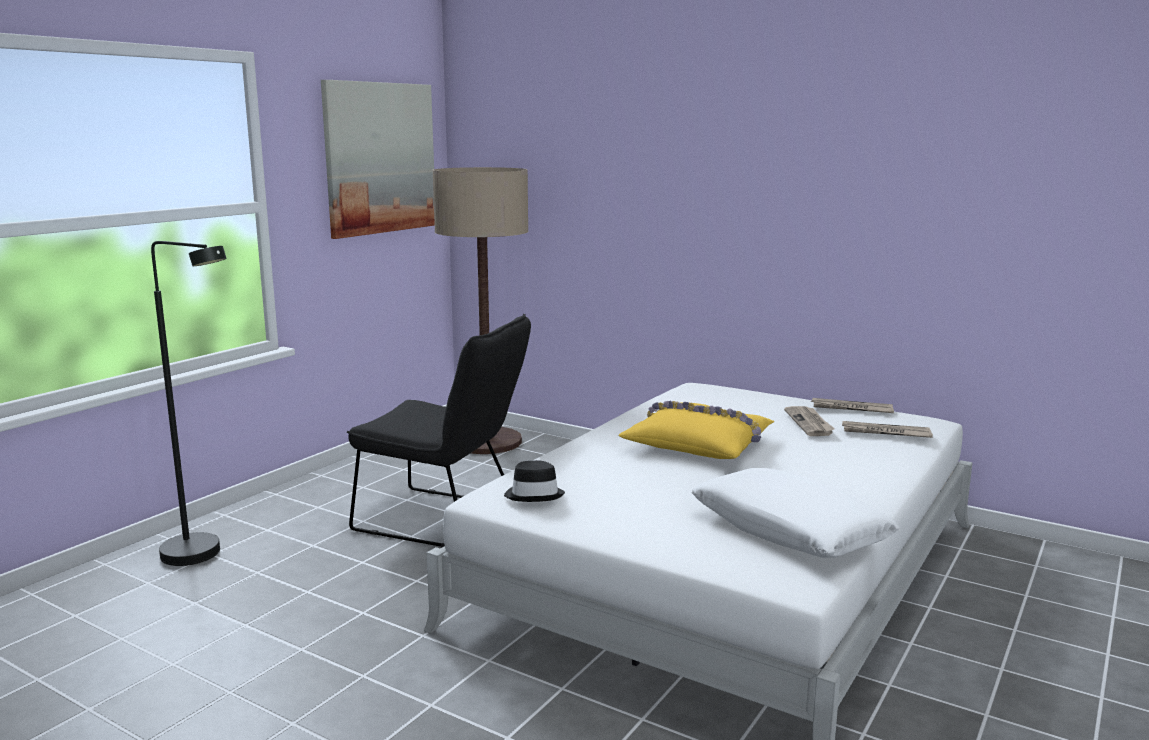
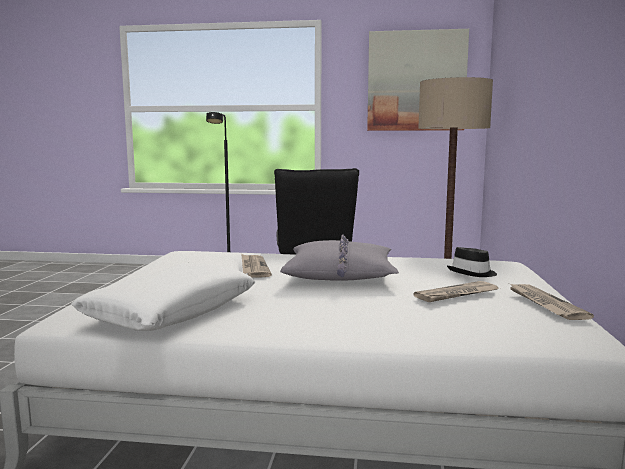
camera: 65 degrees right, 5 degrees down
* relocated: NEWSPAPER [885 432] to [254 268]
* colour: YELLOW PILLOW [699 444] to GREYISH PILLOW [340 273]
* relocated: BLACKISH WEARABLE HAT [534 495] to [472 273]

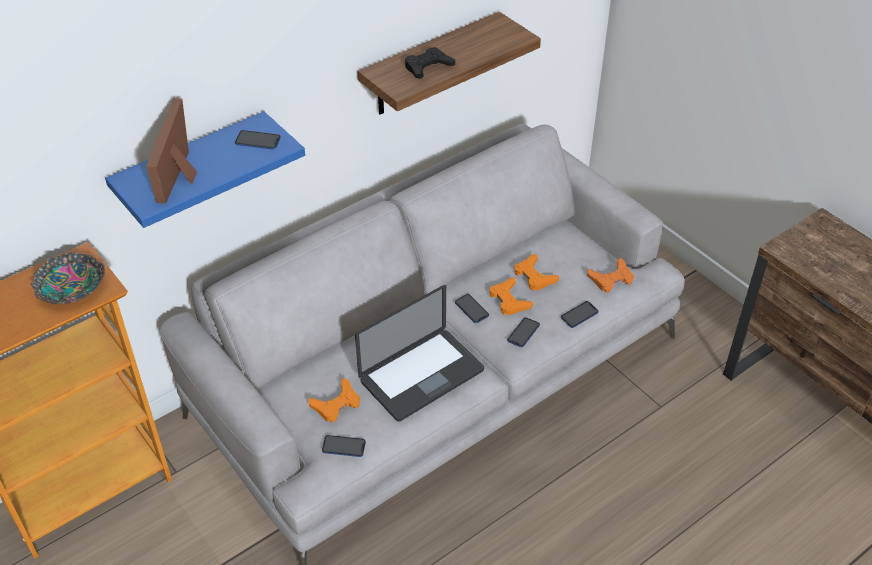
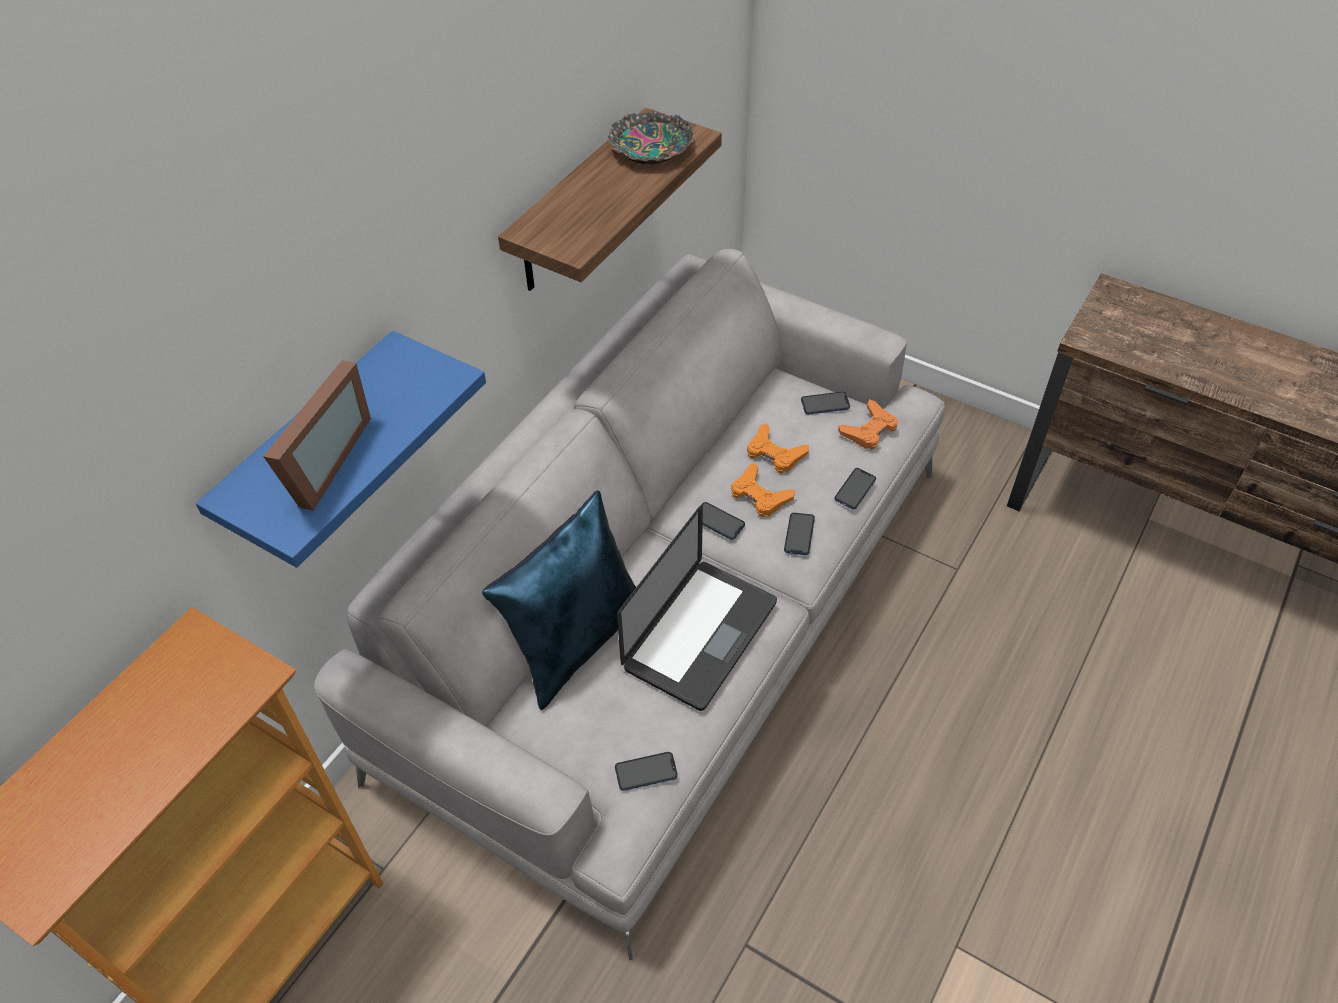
camera: 20 degrees left, 5 degrees up
* spun: PHOTO FRAME [182 174] = [320 464] 150 degrees counterclockwise
* appeared: BLUISH PILLOW [577 641]
* relocated: DEEP DISH [70 286] to [650 149]
* relocated: PHONE [258 141] to [825 404]
* missing: ORANGE-COLOURED JOYPAD [336 404]
* missing: BLACKISH JOYPAD [428 67]

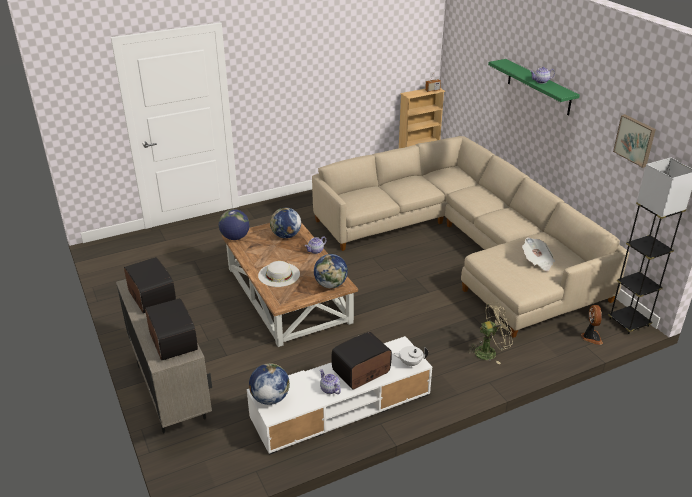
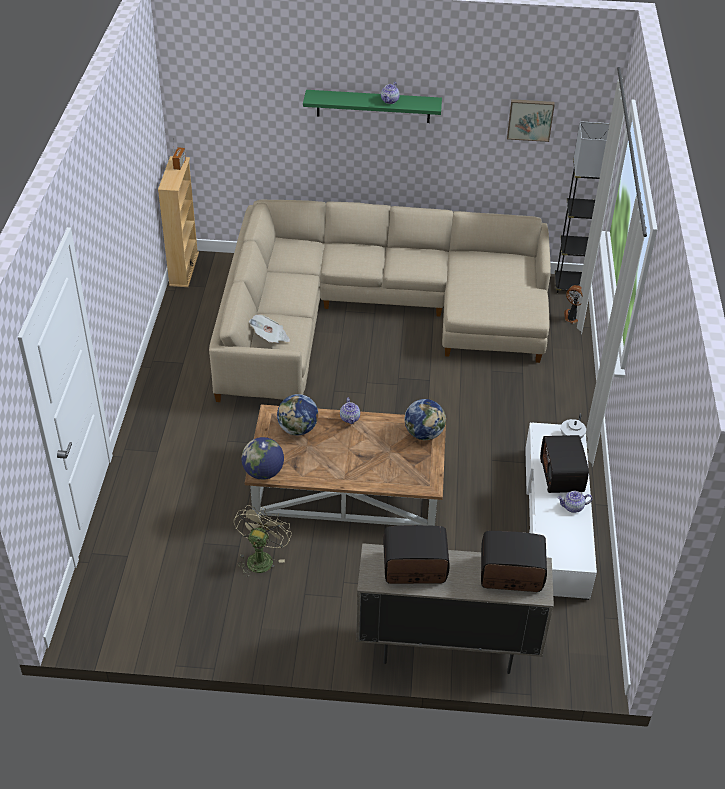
camera: 60 degrees left, 10 degrees up
* relocated: SAND-COLOURED ELECTRIC FAN [489 352] to [261 557]
* relocated: NEWSPAPER [537 262] to [270 338]
* missing: WORLD GLOBE [270 398]
* missing: WHITE-COLOURED WEARABLE HAT [279 274]

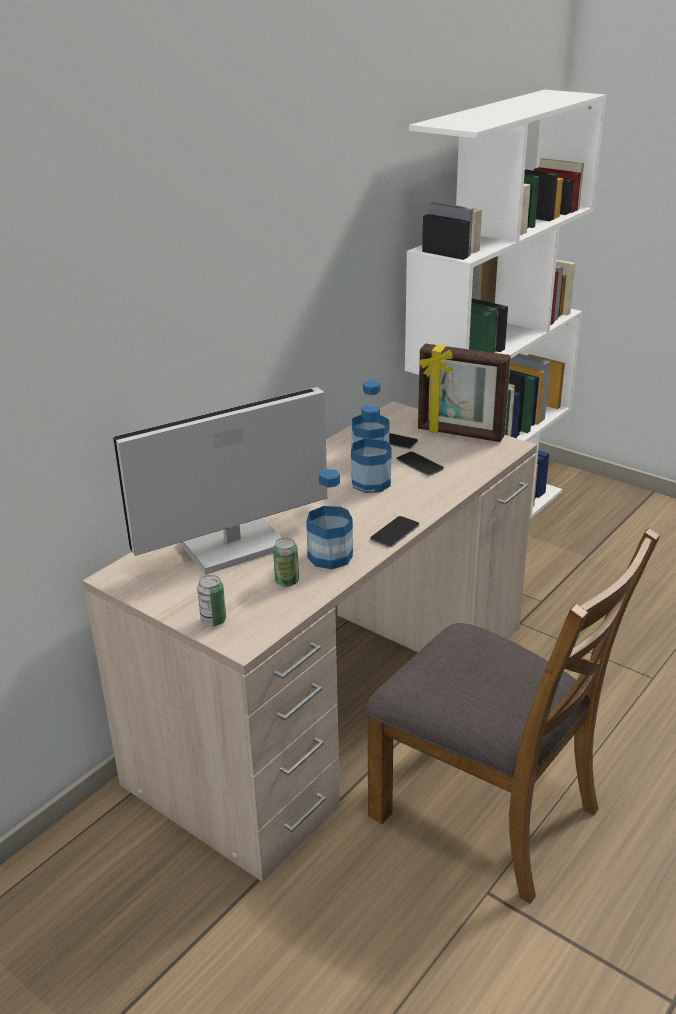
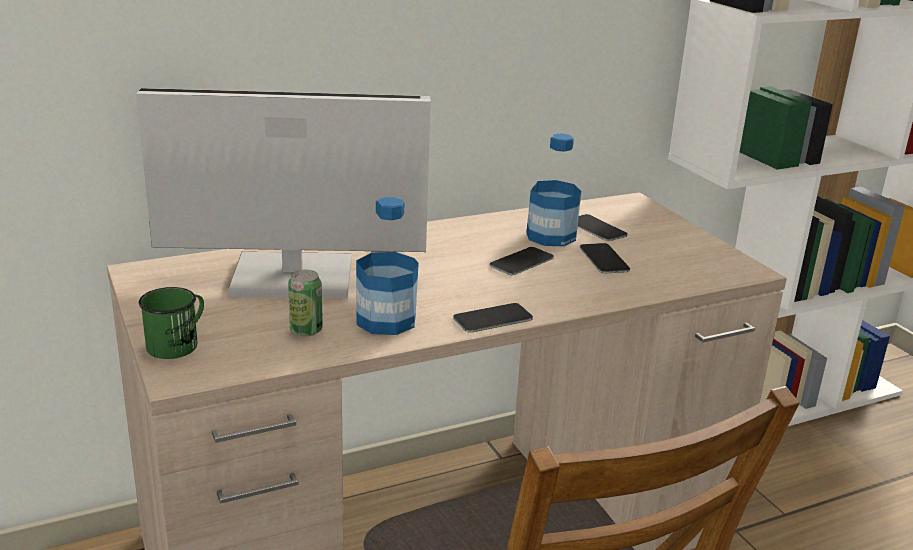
camera: 25 degrees right, 5 degrees down
* exchanged: METAL CAN [213 620] to GREEN-COLOURED TEA MUG [178 343]
* exchanged: BOTTLE [371 483] to PHONE [521 262]
* missing: PHOTO FRAME [460 434]

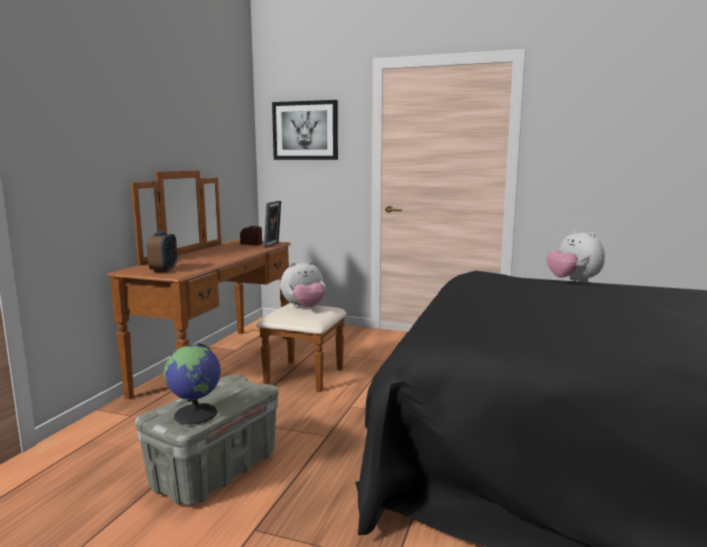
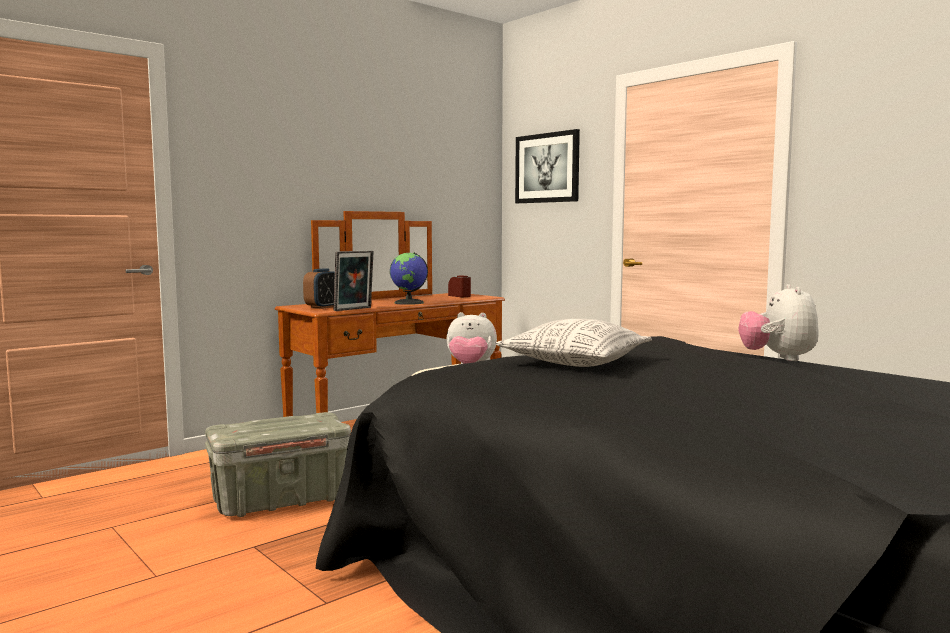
camera: 30 degrees right, 5 degrees down
* relocated: PHOTO FRAME [273 245] to [354 309]
* relocated: WORLD GLOBE [196 414] to [409 303]
* appeared: PILLOW [575 363]

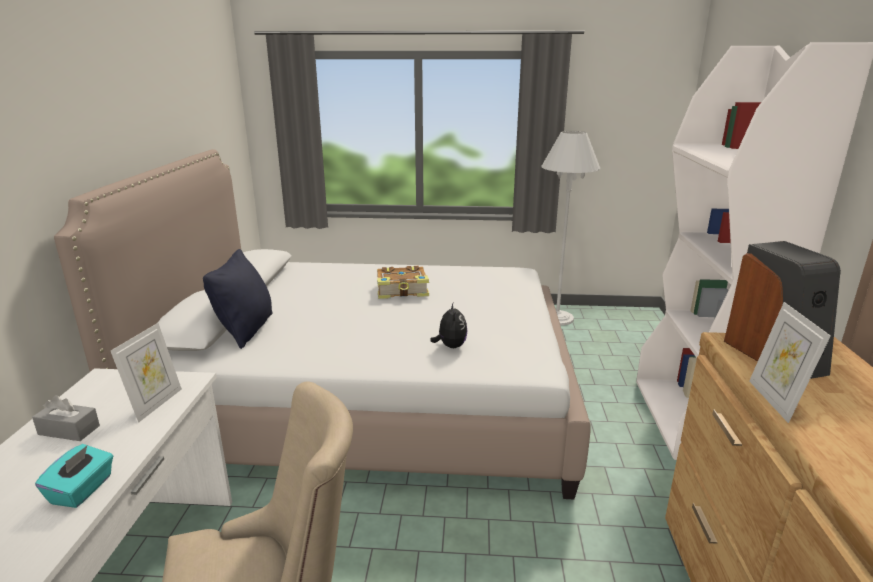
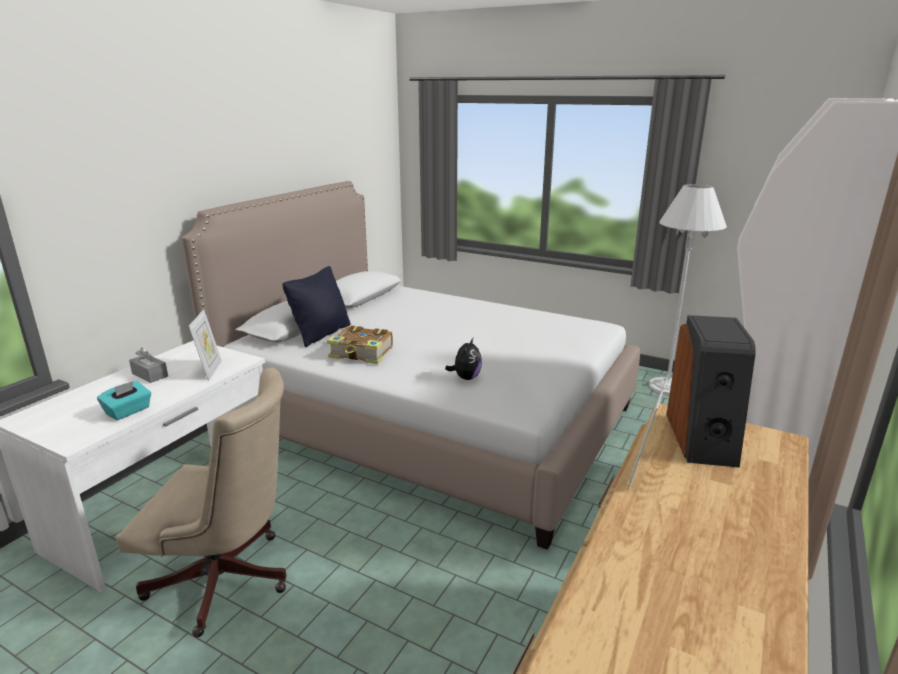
camera: 25 degrees right, 0 degrees up
* spun: PHOTO FRAME [155 404] = [210 370] 45 degrees counterclockwise
* relocated: BOOK [403 291] to [362 353]

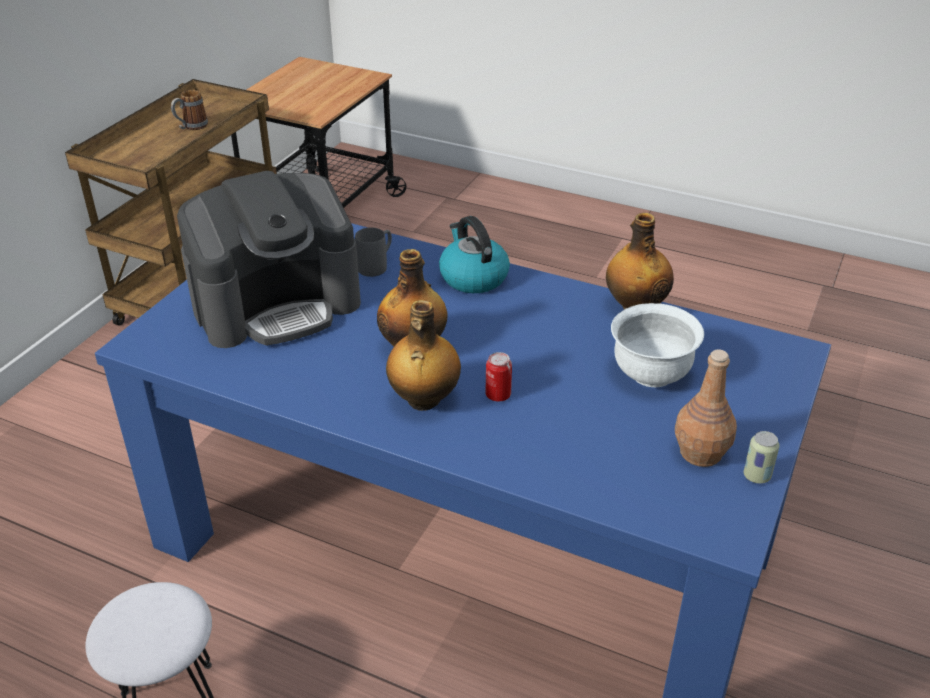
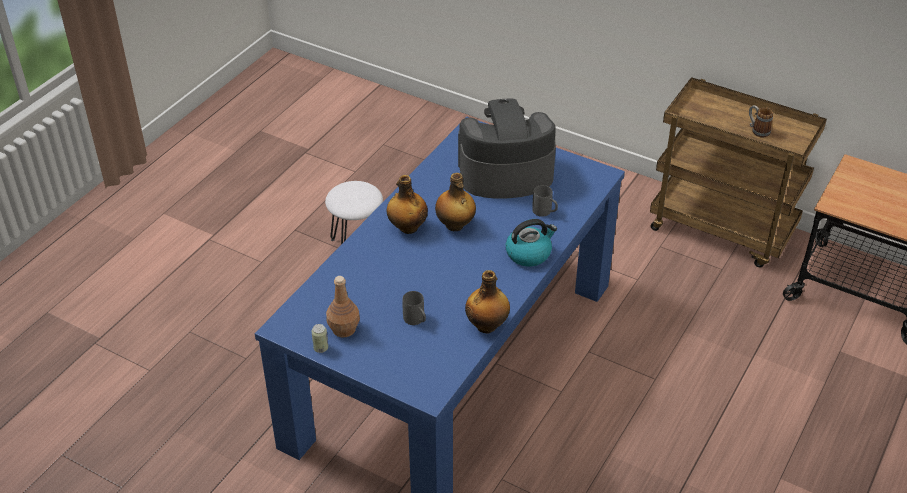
camera: 95 degrees right, 5 degrees up
* exchanged: WHITE-COLOURED DEEP DISH [650 374] to GREYISH TEA MUG [416 321]
* spun: COFFEE MAKER [277 304] = [505 174] 105 degrees clockwise
* missing: METAL CAN [498 395]

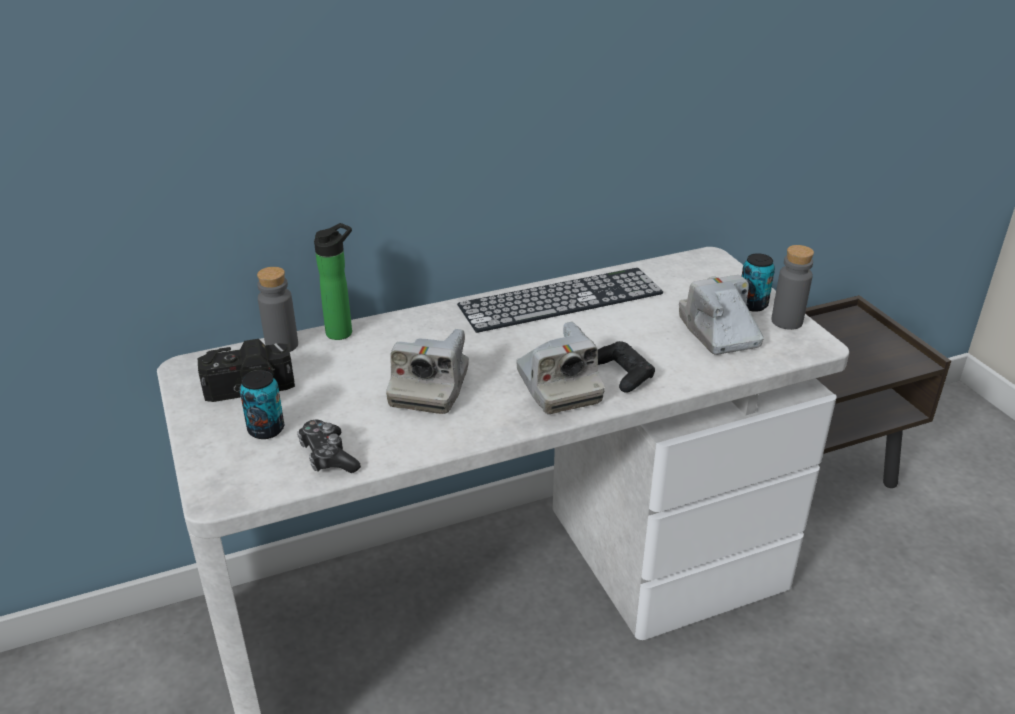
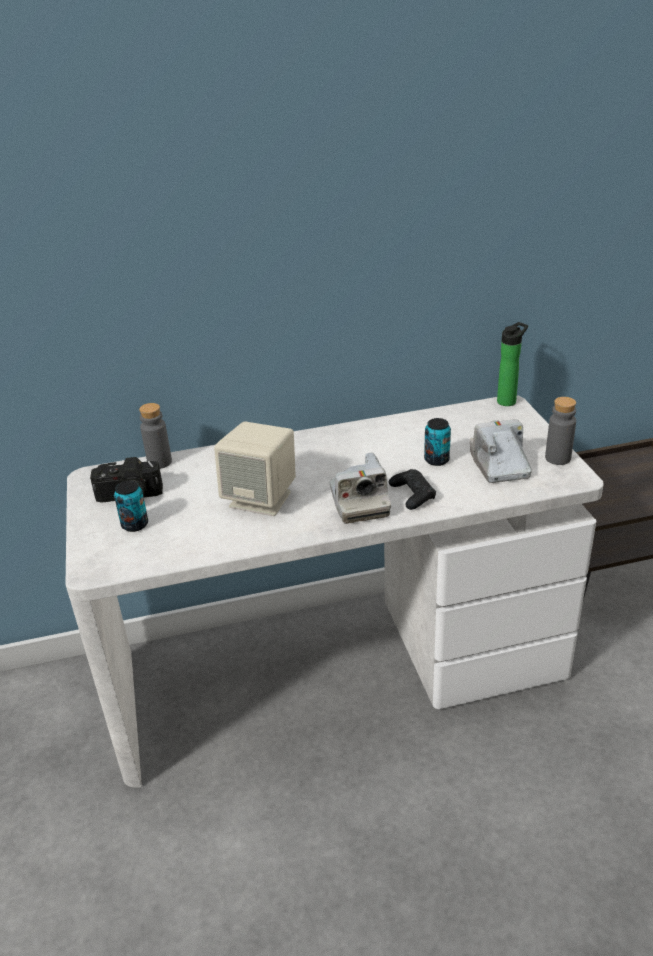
camera: 10 degrees right, 0 degrees up
* exchanged: PHOTO CAMERA [430 387] to SAND-COLOURED SPEAKER [261 499]
* relocated: METAL CAN [752 305] to [436 460]
* relocated: BOTTLE [342 331] to [508 401]
* missing: JOYPAD [328 456]
* missing: KEYBOARD [561 299]

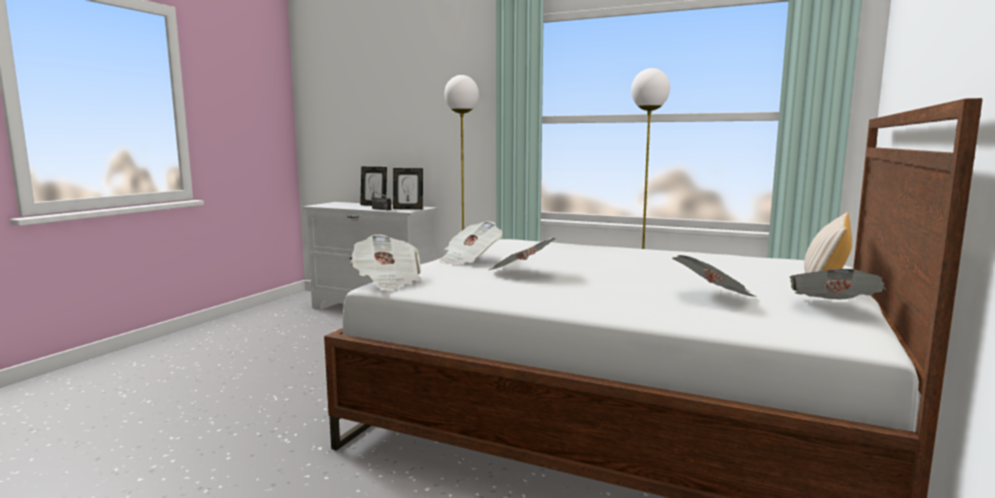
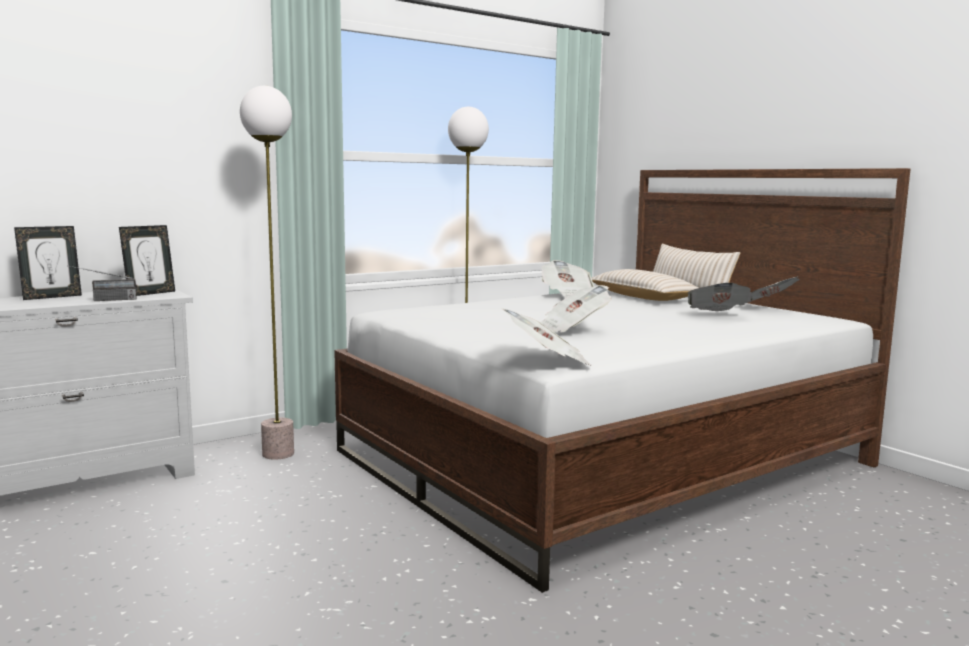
camera: 60 degrees left, 0 degrees up
* relocated: NEWSPAPER [469 260] to [567 295]
* appeared: SAND-COLOURED PILLOW [642 297]

